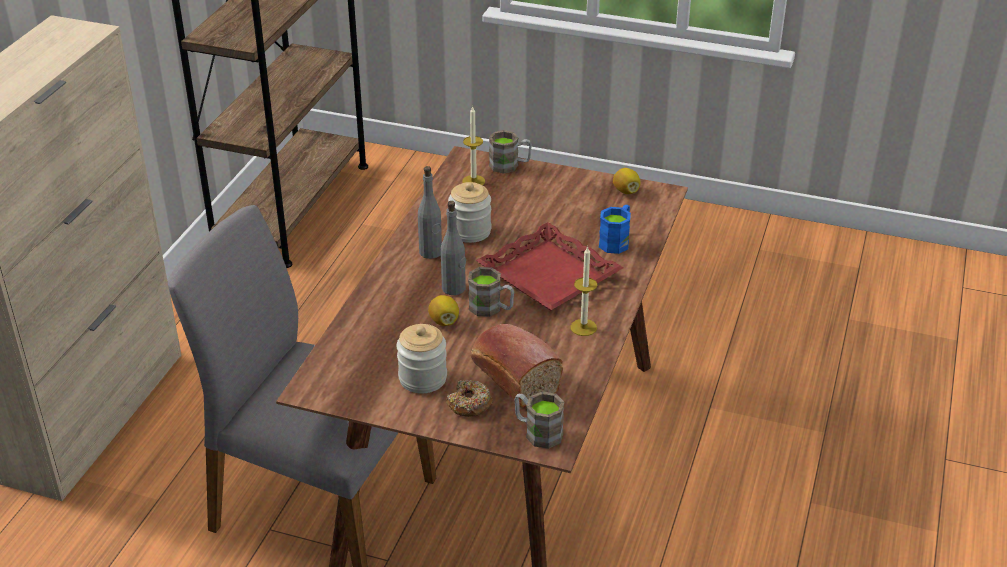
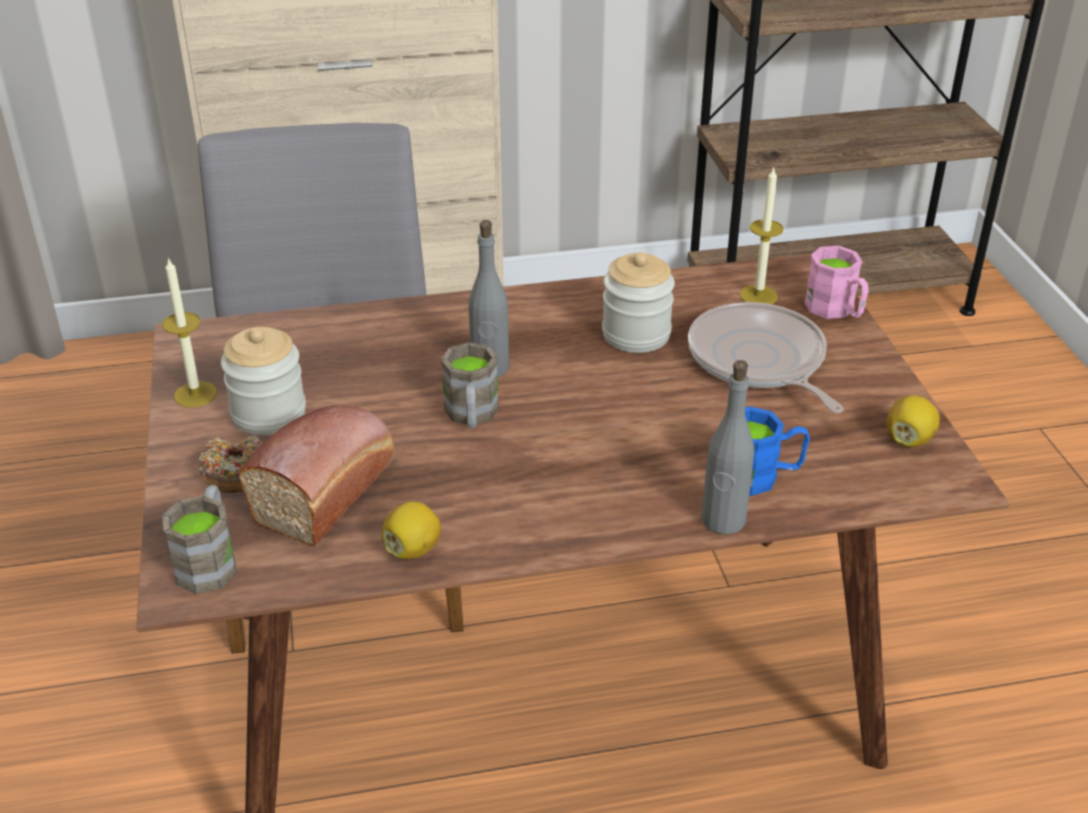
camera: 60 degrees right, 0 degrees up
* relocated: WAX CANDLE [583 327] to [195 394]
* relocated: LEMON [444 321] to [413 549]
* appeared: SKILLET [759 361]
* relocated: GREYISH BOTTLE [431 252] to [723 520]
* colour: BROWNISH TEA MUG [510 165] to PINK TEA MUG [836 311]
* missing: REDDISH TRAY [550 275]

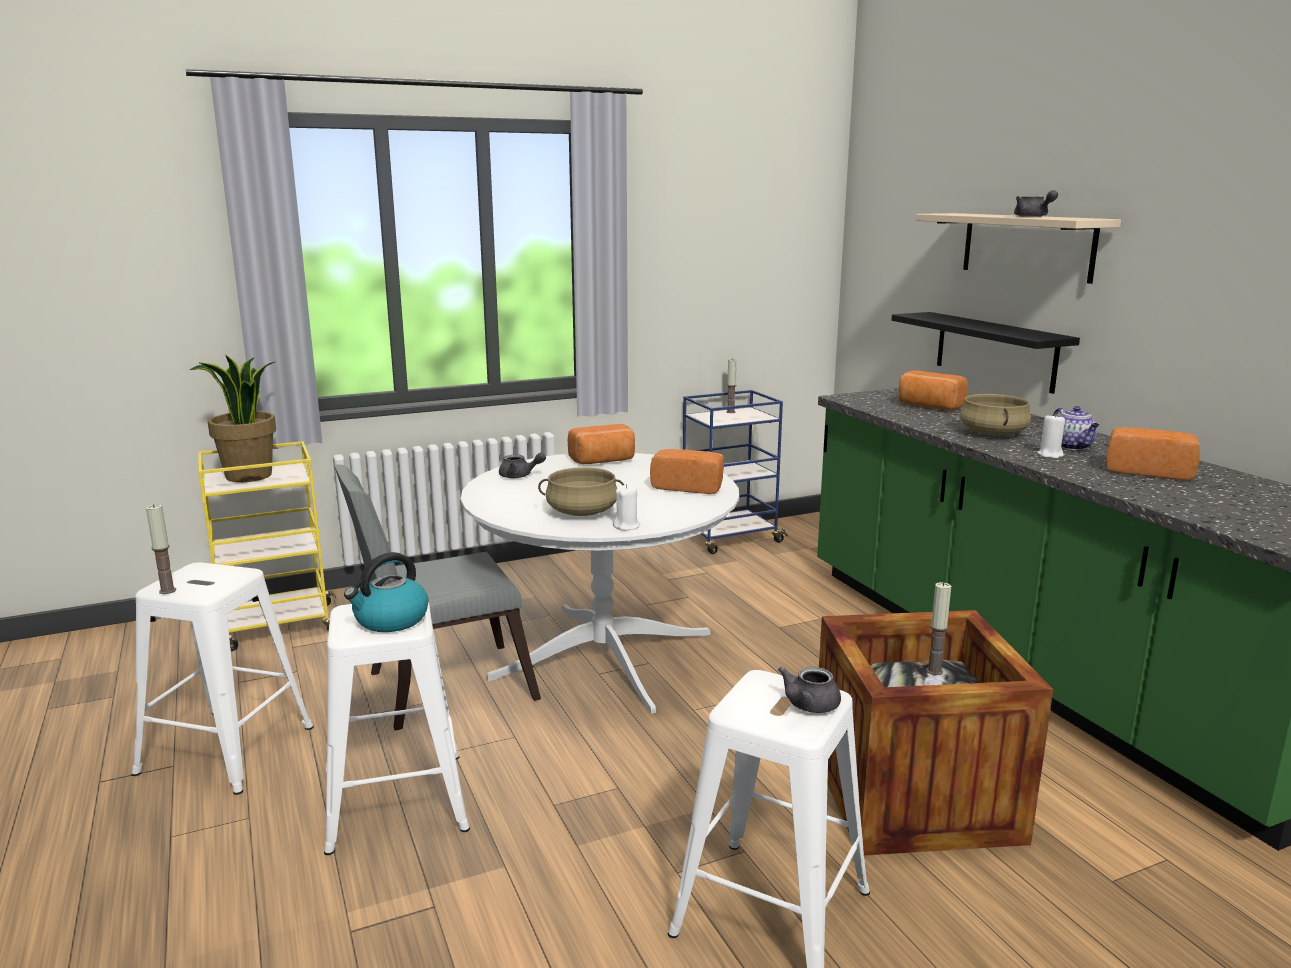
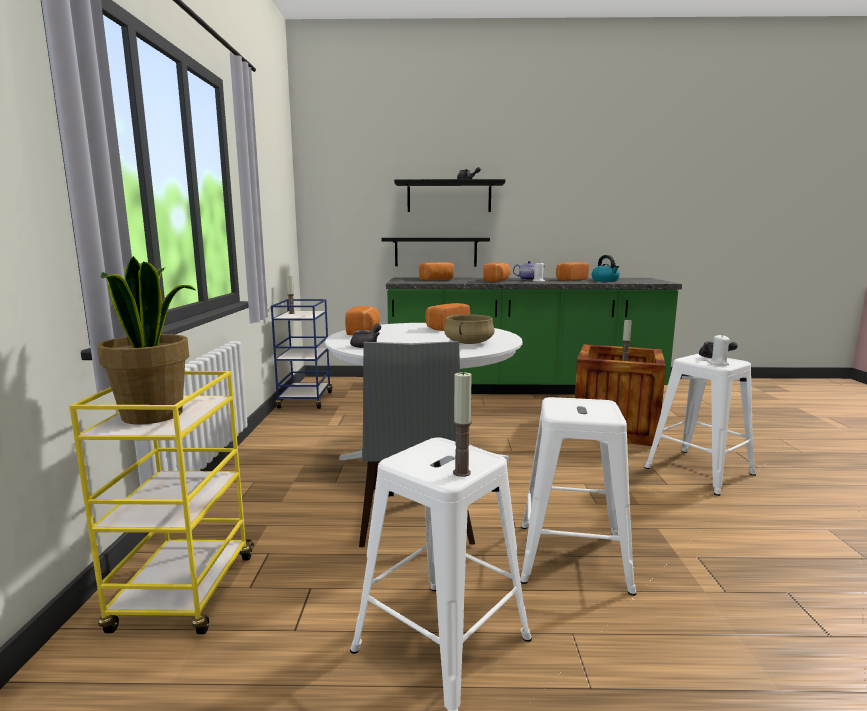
camera: 65 degrees left, 5 degrees down
* colour: SAND-COLOURED WALL SHELF [1027 246] to BLACKISH WALL SHELF [449 197]
* exchanged: SAND-COLOURED COOKING POT [992 433] to BAKERY BREAD [497 281]
* relocated: KETTLE [390 620] to [605 280]
* relocated: WHITE-COLOURED WAX CANDLE [627 526] to [718 364]

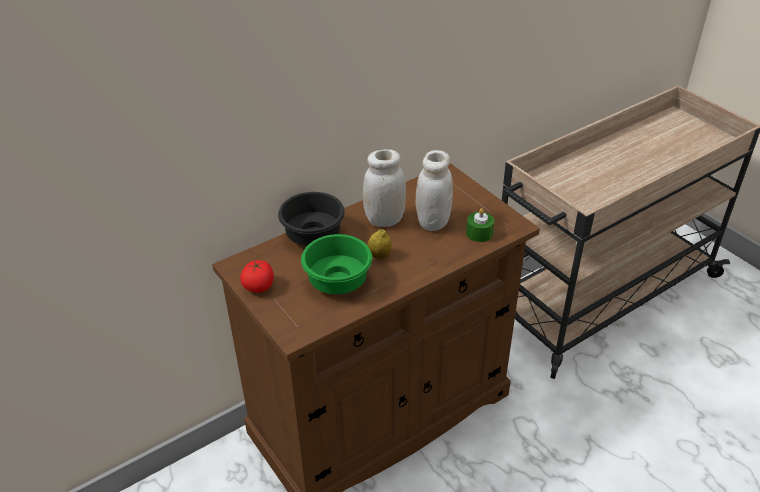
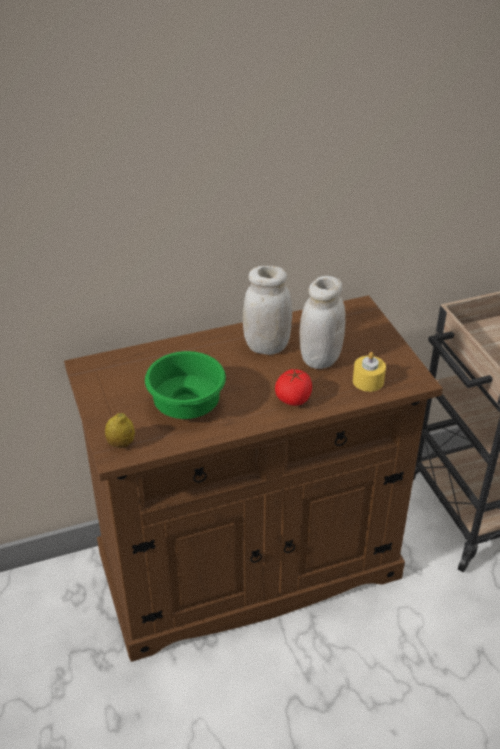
camera: 15 degrees right, 0 degrees up
* relocated: LEMON [379 255] to [121 443]
* relocated: WHOLE TOMATO [259 286] to [293 399]
* colour: GREEN-COLOURED WAX CANDLE [479 233] to YELLOW WAX CANDLE [368 381]
* missing: BLACKISH DEEP DISH [311 236]

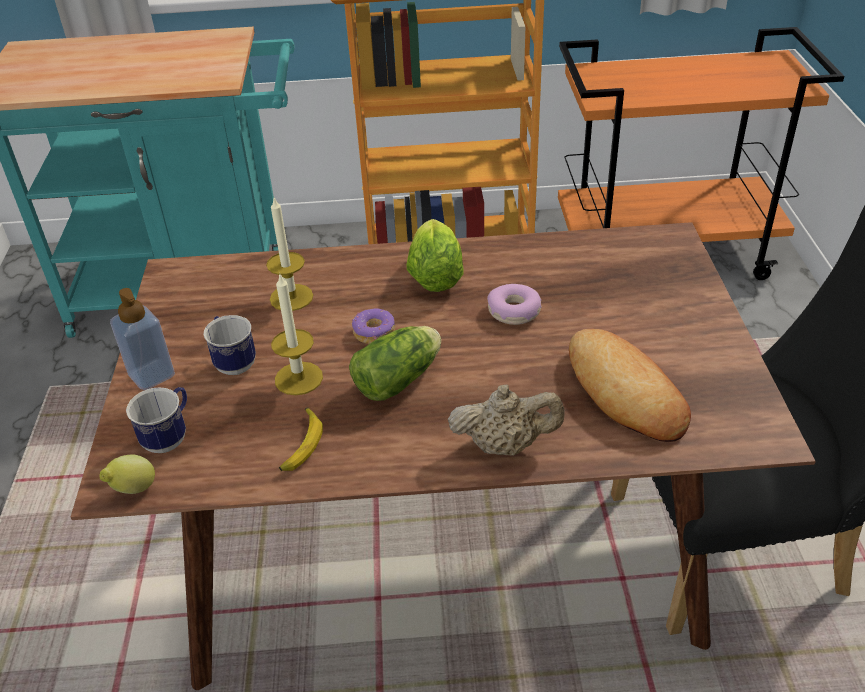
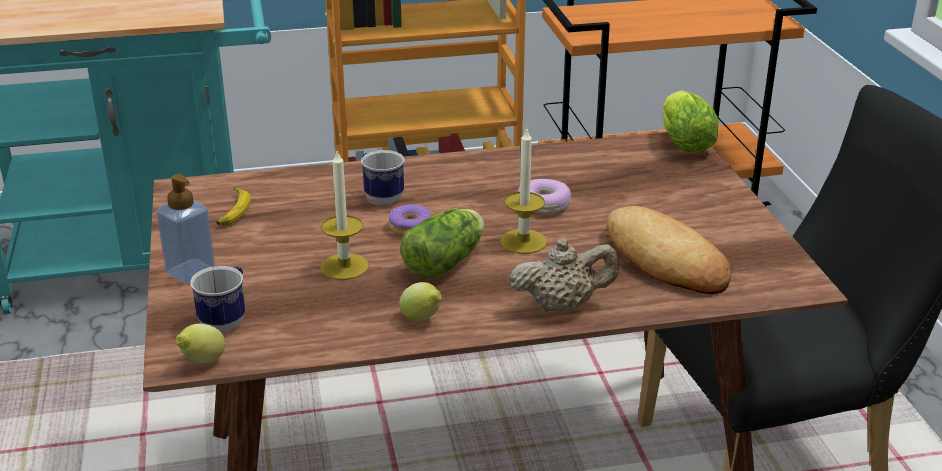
camera: 10 degrees left, 10 degrees down
* relocated: BANANA FRUIT [301 445] to [233 211]
* relocated: TEA MUG [233 362] to [380 196]
* appeared: LEMON [422 319]
* relocated: WAX CANDLE [291 297] to [523 241]
* relocated: HEAD OF LETTUCE [435 273] to [682 142]

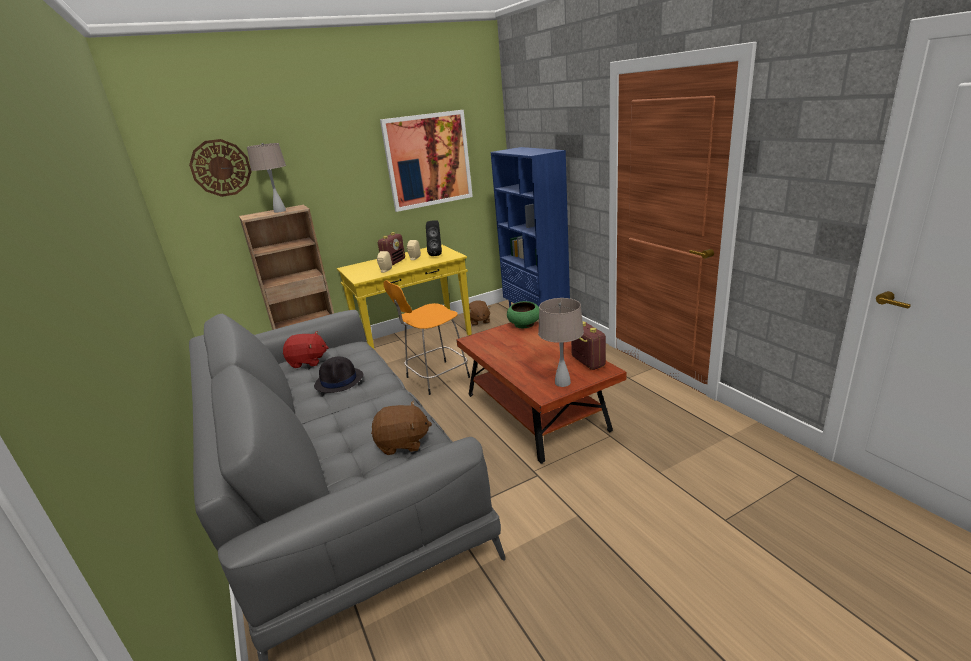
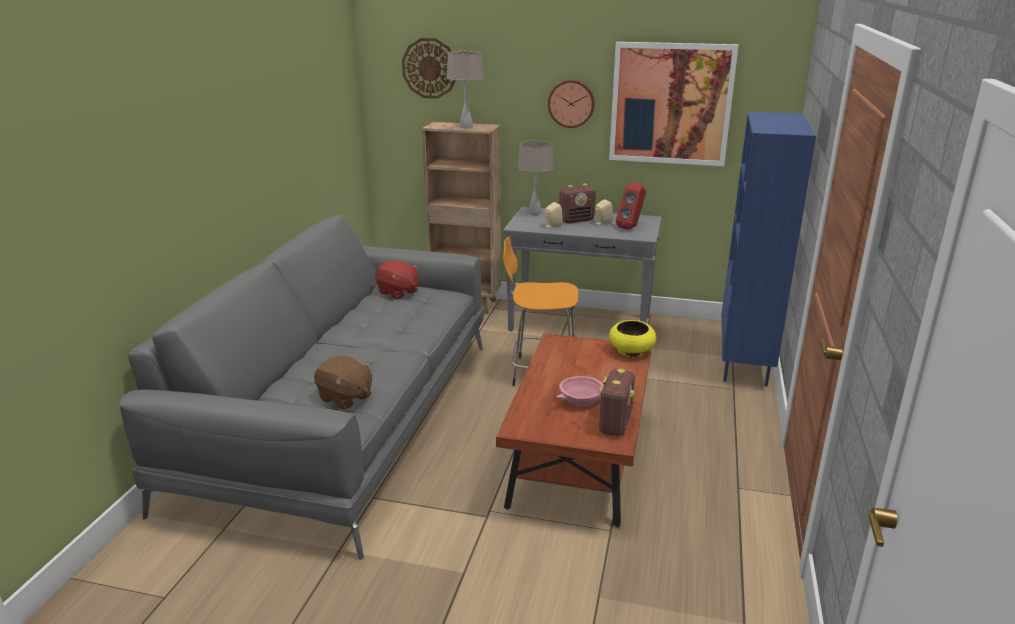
camera: 40 degrees right, 0 degrees up
* colour: YELLOW CONSOLE TABLE [415 340] to GREYISH CONSOLE TABLE [581 324]
* relocated: SAND-COLOURED TABLETOP LAMP [563 382] to [535 213]
* appeared: CLOCK ON THE WALL [571 103]
* appeared: PINK DEEP DISH [580 400]
* colour: GREEN-COLOURED DEEP DISH [524 324] to YELLOW DEEP DISH [631 351]
* colour: BLACKISH SPEAKER [436 254] to REDDISH SPEAKER [631 227]
* missing: BLACKISH WEARABLE HAT [339 381]
* missing: BROWNISH CUDDLY TOY [479 321]

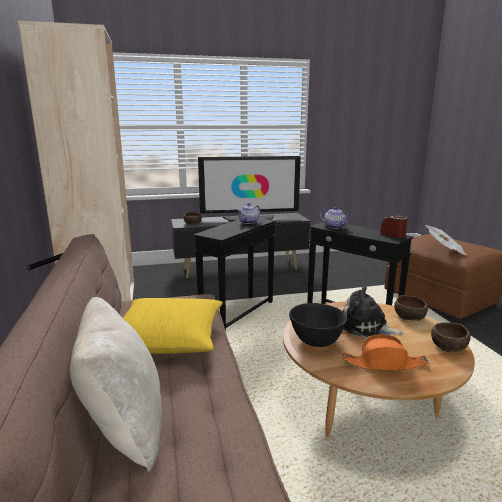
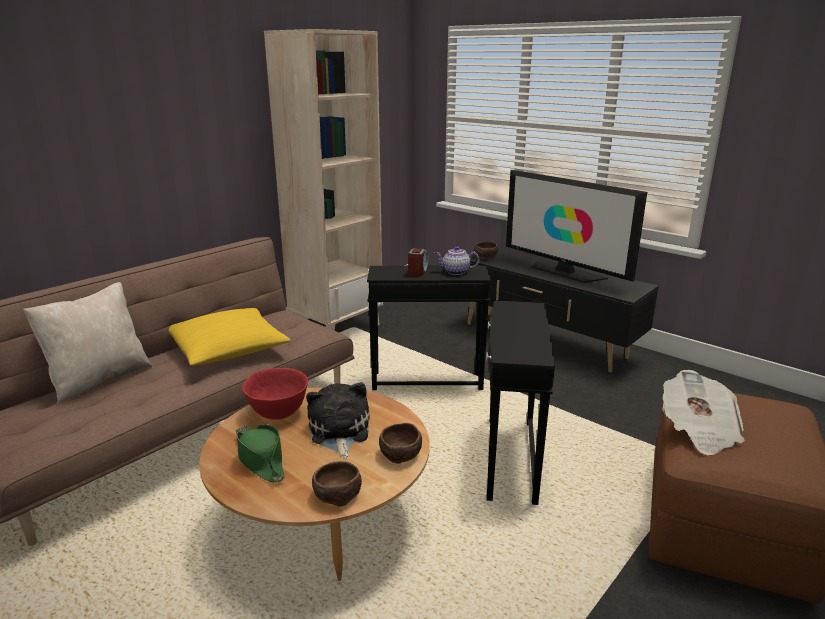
camera: 55 degrees right, 5 degrees up
* colour: ORANGE-COLOURED WEARABLE HAT [384 363] to GREEN-COLOURED WEARABLE HAT [260 459]
* colour: BLACKISH DEEP DISH [316 341] to REDDISH DEEP DISH [277 412]
* relocated: ALARM CLOCK [393 235] to [418 271]
* missing: POT FOR TEA [335 227]

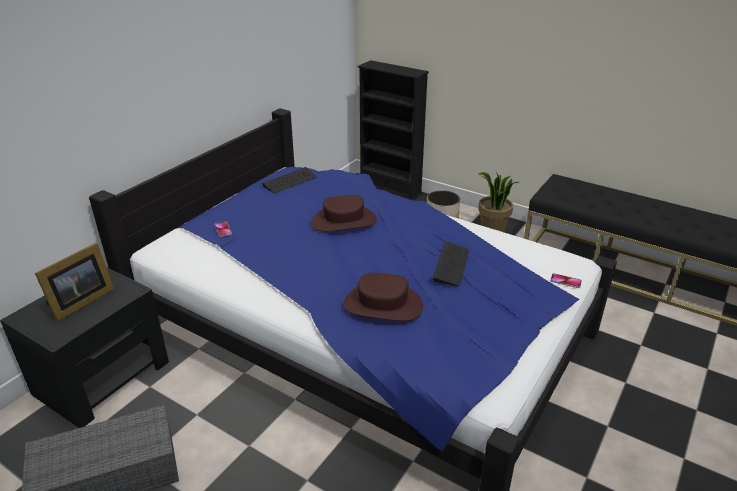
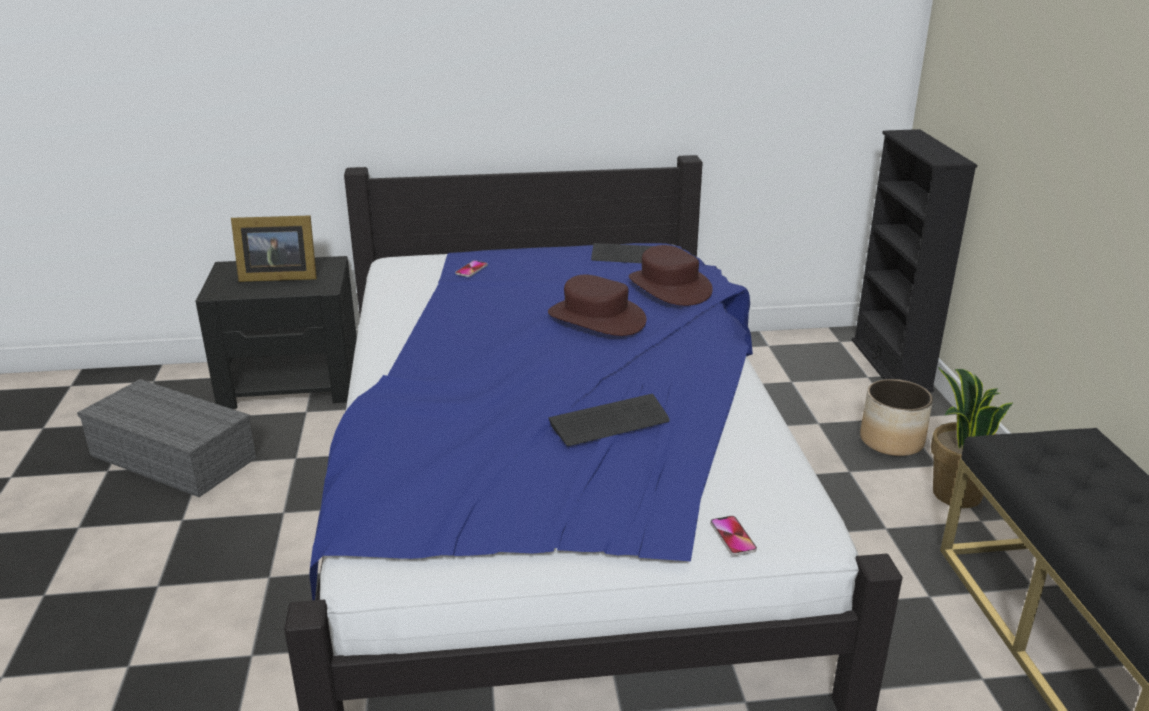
camera: 50 degrees right, 5 degrees down
* relocated: BROWNISH WEARABLE HAT [383 305] to [669 287]

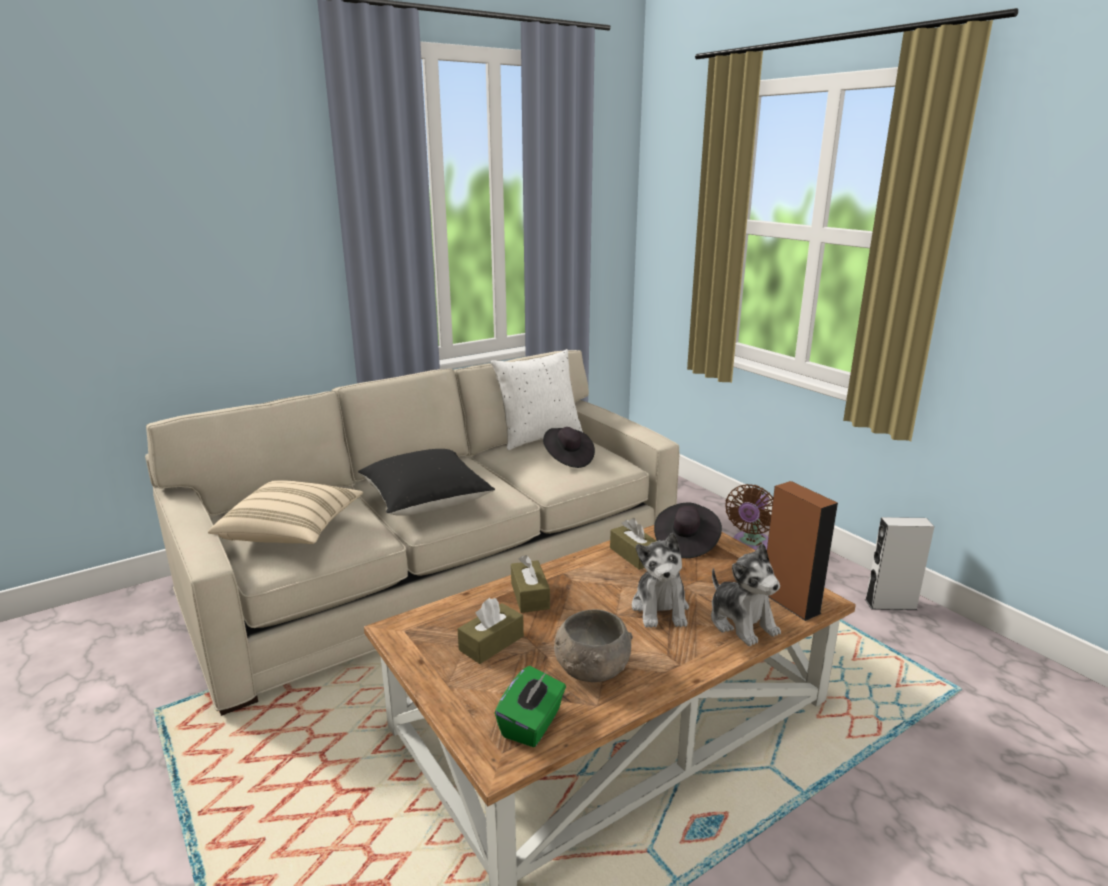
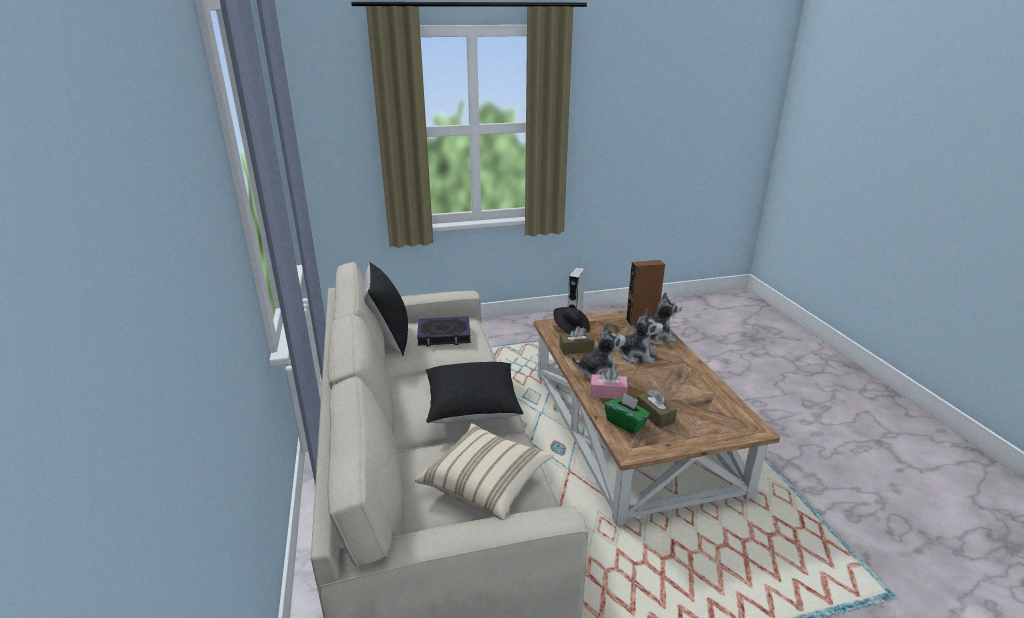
camera: 70 degrees left, 5 degrees up
* colour: WHITE-COLOURED PILLOW [538 437] to BLACKISH PILLOW [389 339]
* exchanged: BLACKISH WEARABLE HAT [568 459] to BOOK [444 335]
* appeared: CUDDLY TOY [598 372]
* colour: BROWNISH BOX OF TISSUES [530 596] to PINK BOX OF TISSUES [608 393]
* relocated: GREEN-COLOURED BOX OF TISSUES [532 724] to [625 423]
* missing: GREYISH DEEP DISH [591 669]
* missing: BROWNISH ELECTRIC FAN [750 544]

